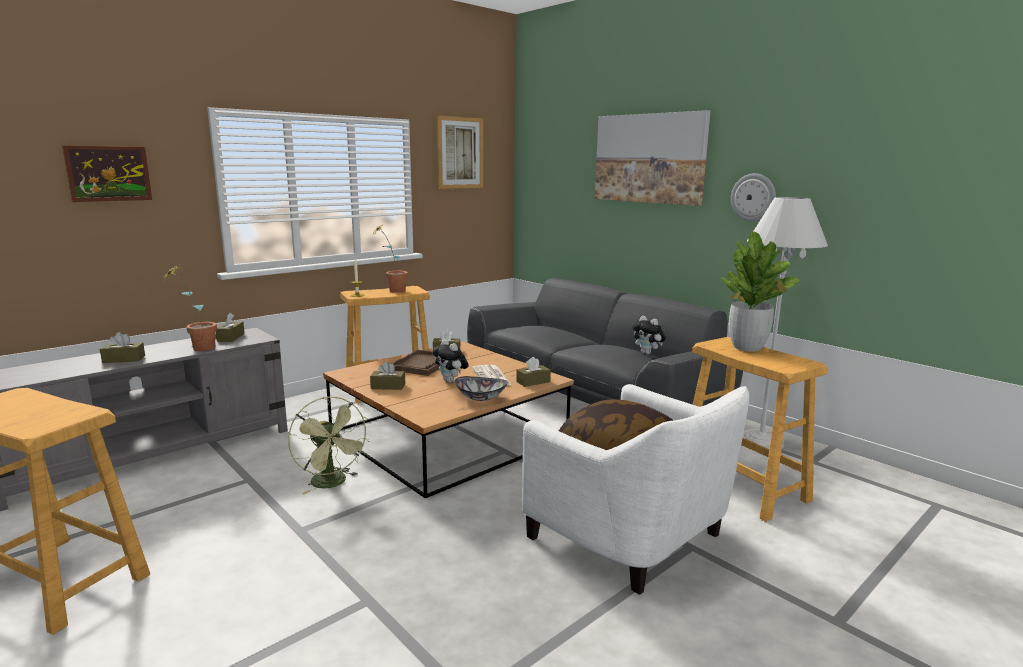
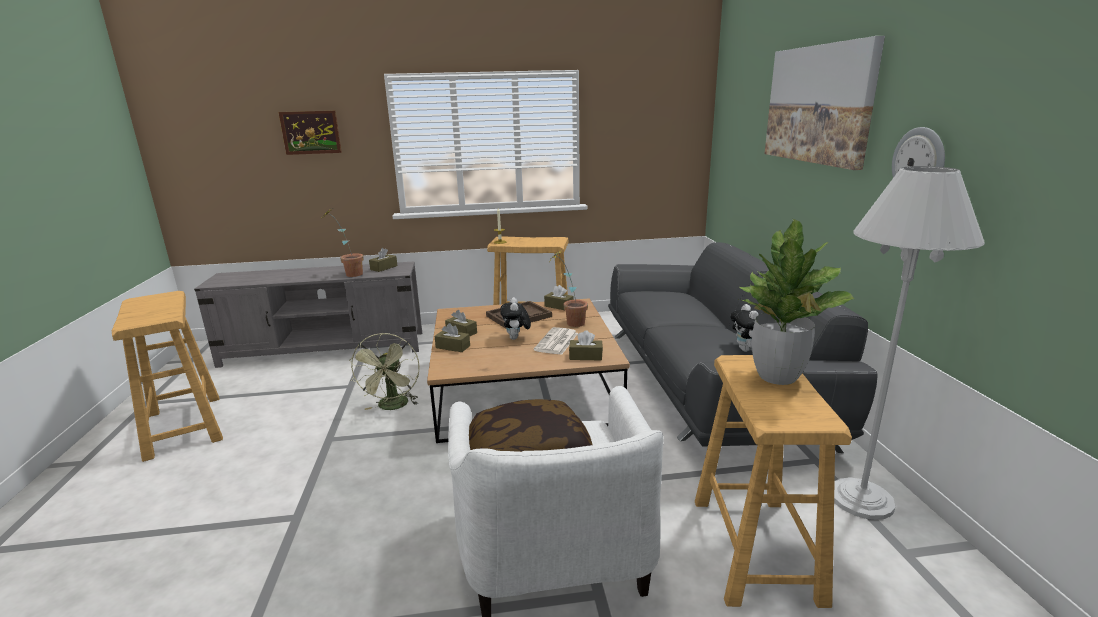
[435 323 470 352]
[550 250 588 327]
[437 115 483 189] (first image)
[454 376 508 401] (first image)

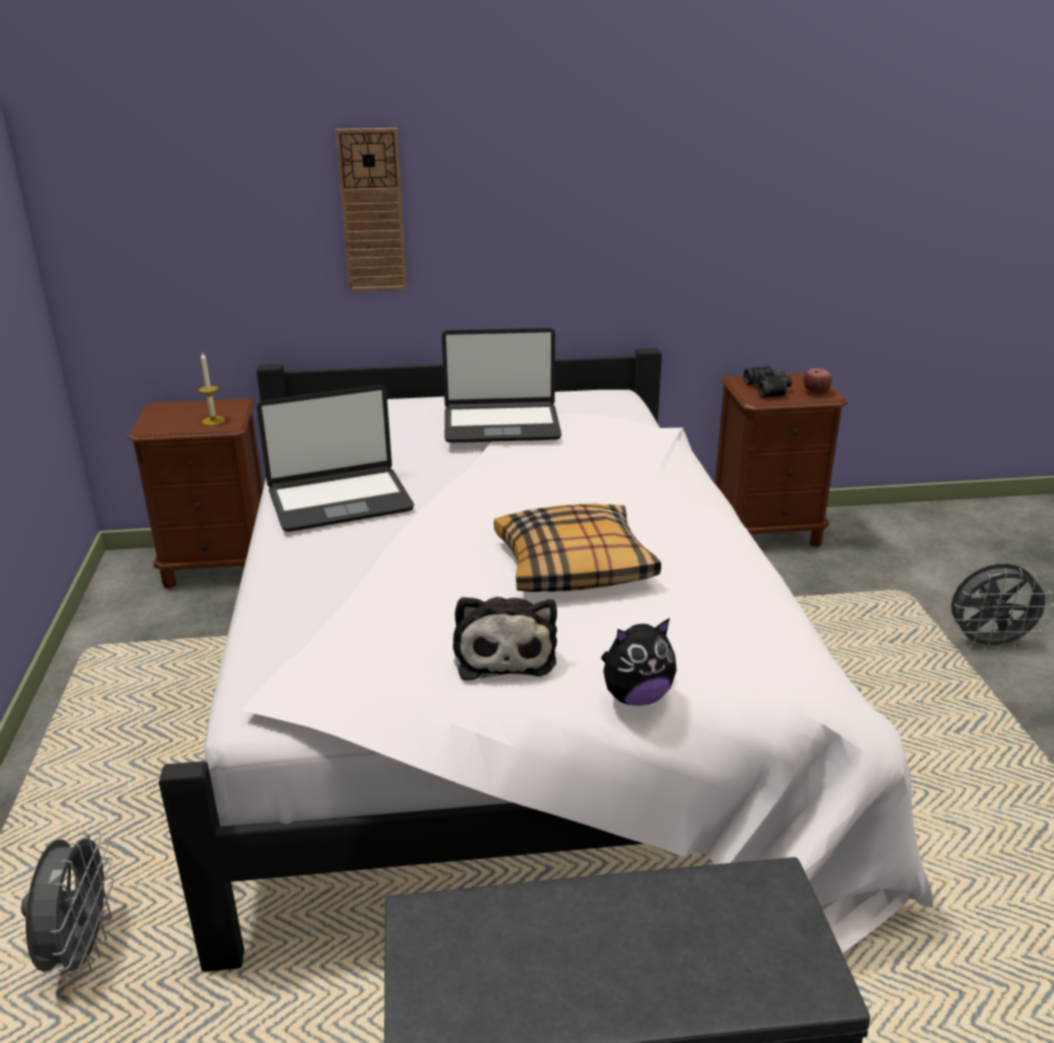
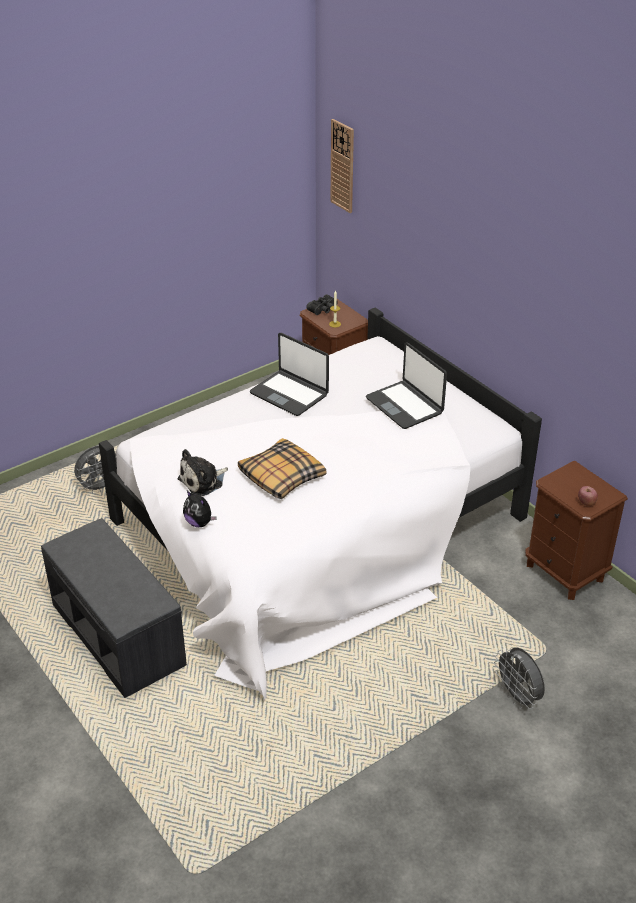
[331 119 354 213]
[306 294 338 315]

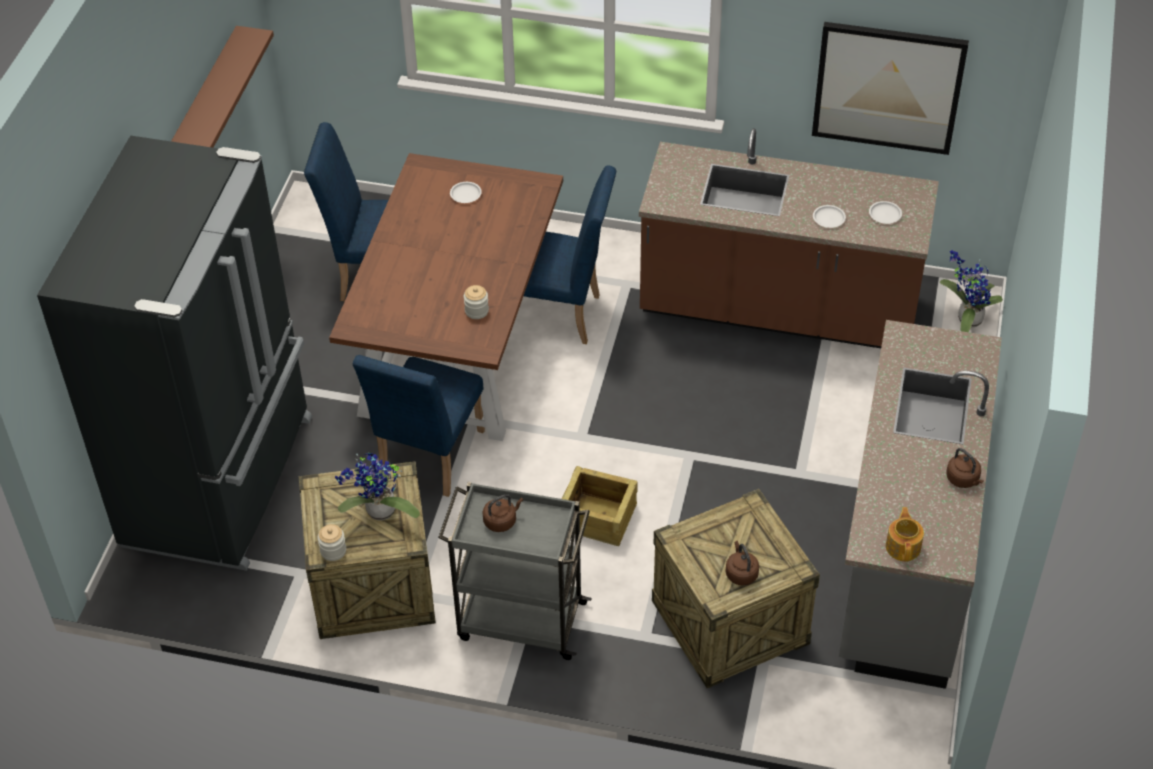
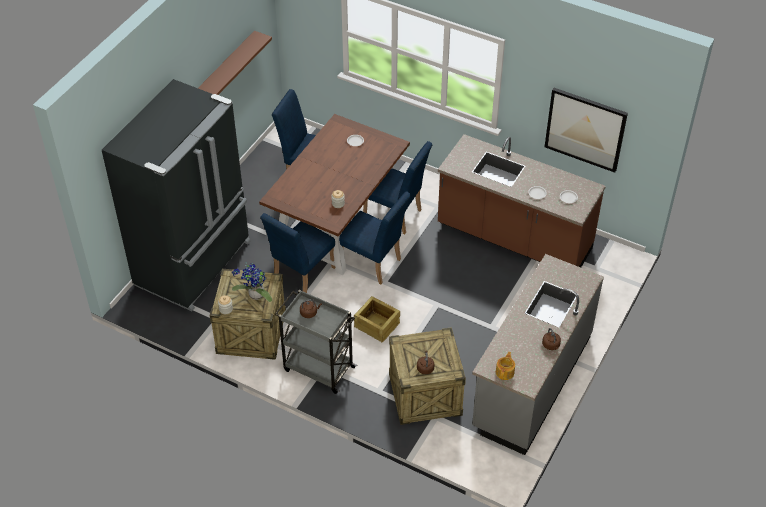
[940 250 1003 332] (first image)
[339 191 411 285]

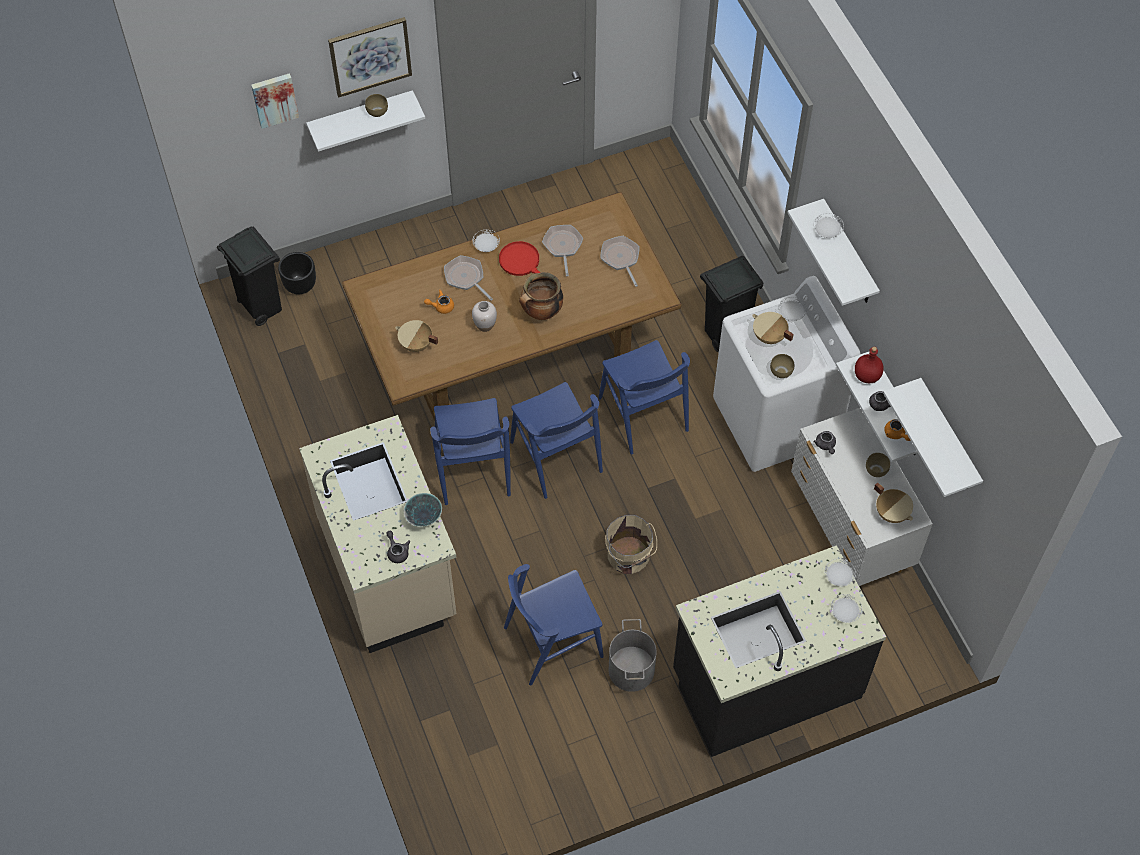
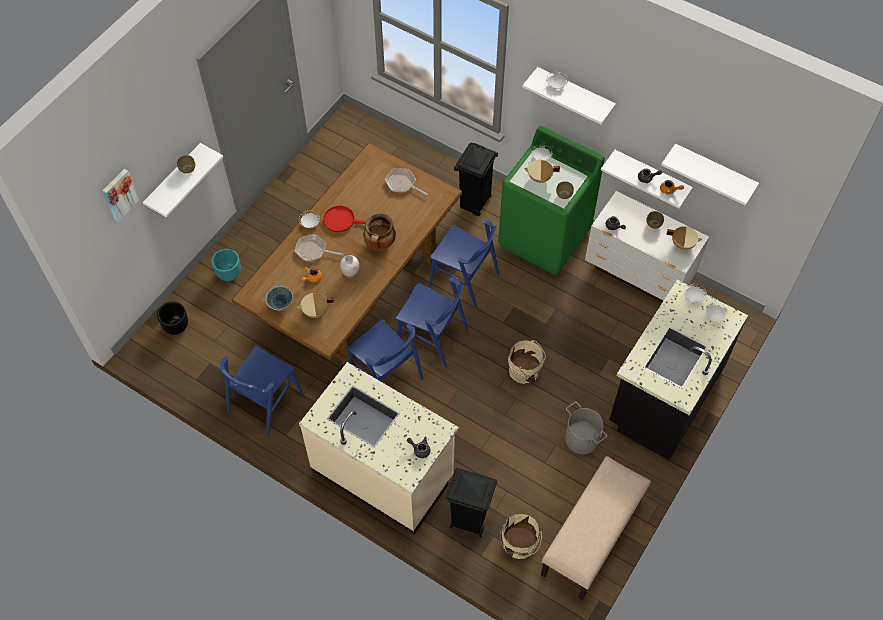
[446 468 497 537]
[328 17 412 98] (first image)
[266 286 293 310]
[219 346 302 437]
[542 225 583 276] (first image)
[498 126 605 275]
[855 347 884 383] (first image)
[211 249 241 281]
[500 513 542 559]
[541 456 651 600]

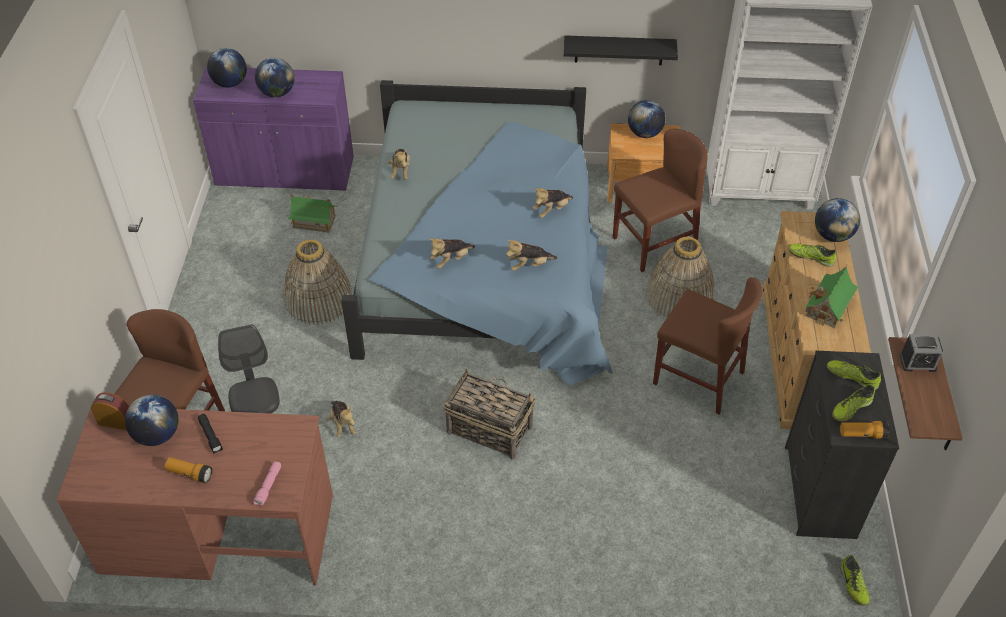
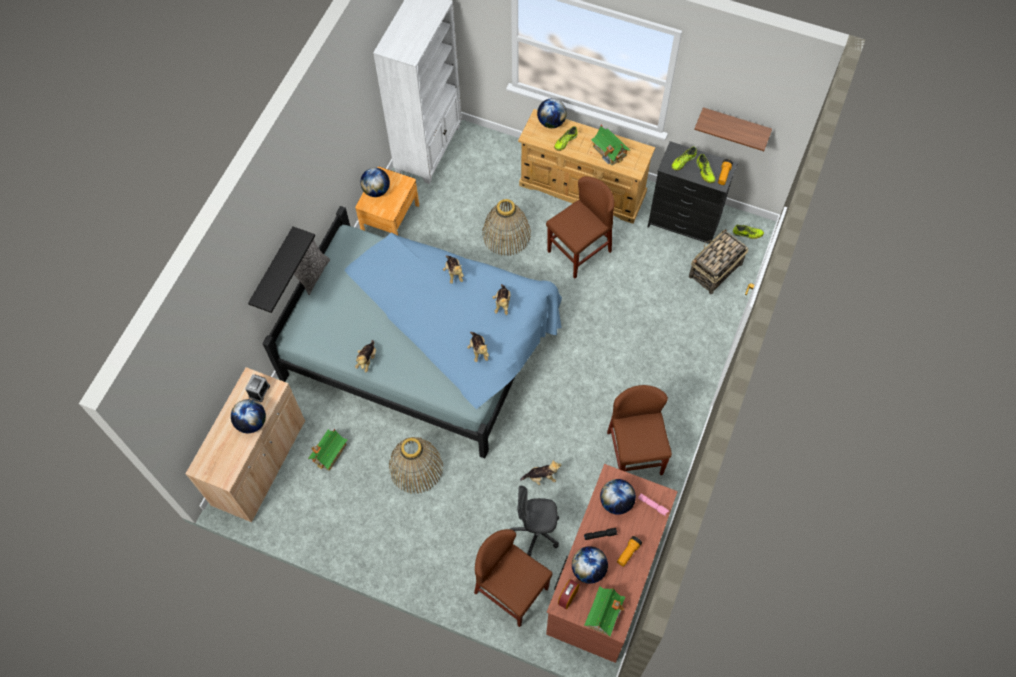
[186 367 305 522]
[600 479 636 515]
[355 340 376 373]
[689 229 748 294]
[248 227 315 313]
[607 385 672 475]
[245 374 270 402]
[294 239 330 295]
[584 586 625 636]

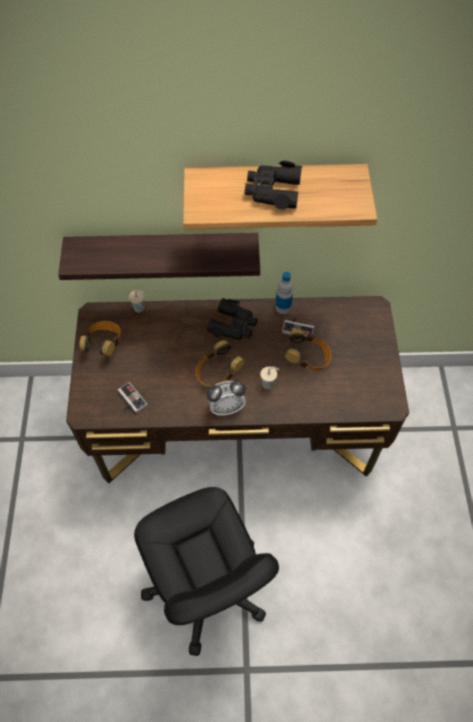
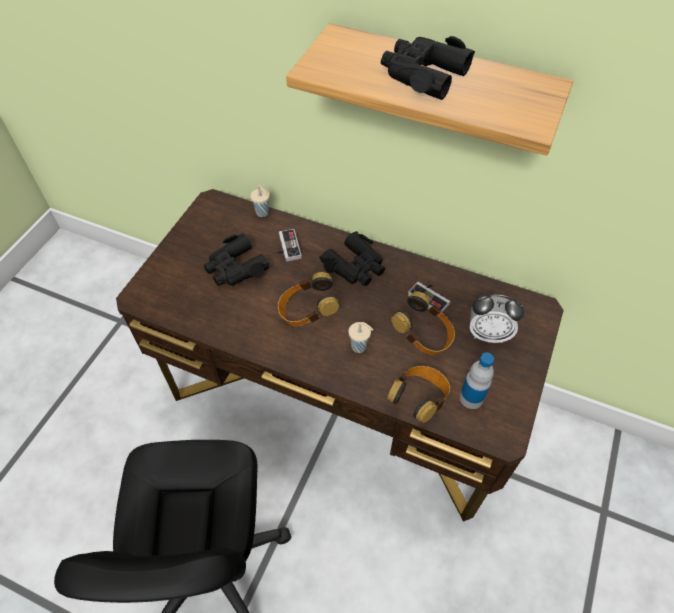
[58 233 260 280] (first image)
[387 366 450 423]
[276 229 302 262]
[470 295 524 343]
[460 353 494 409]
[204 233 270 285]

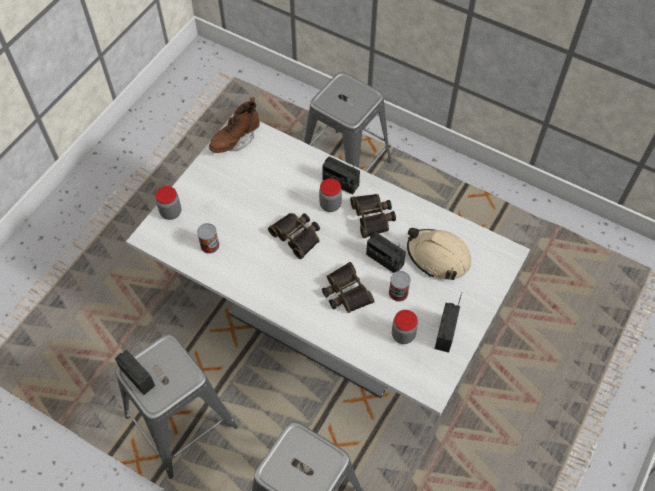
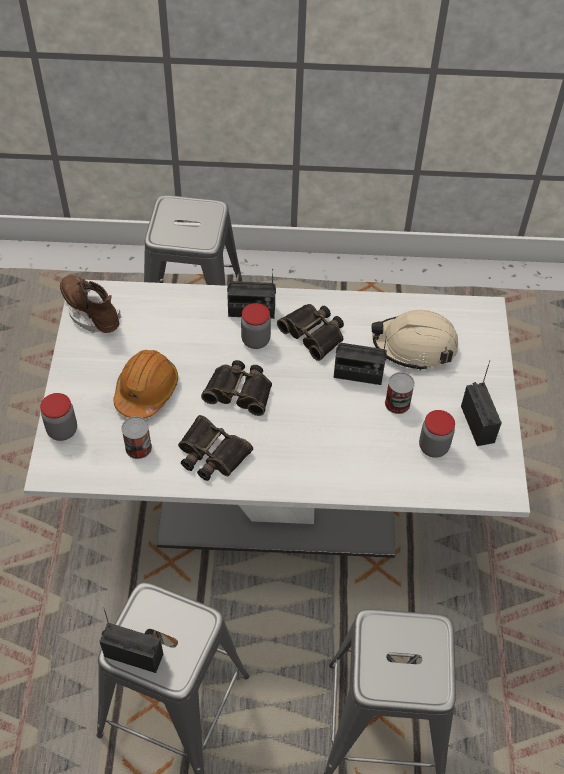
[60 276 121 333]
[178 415 253 481]
[113 350 178 419]

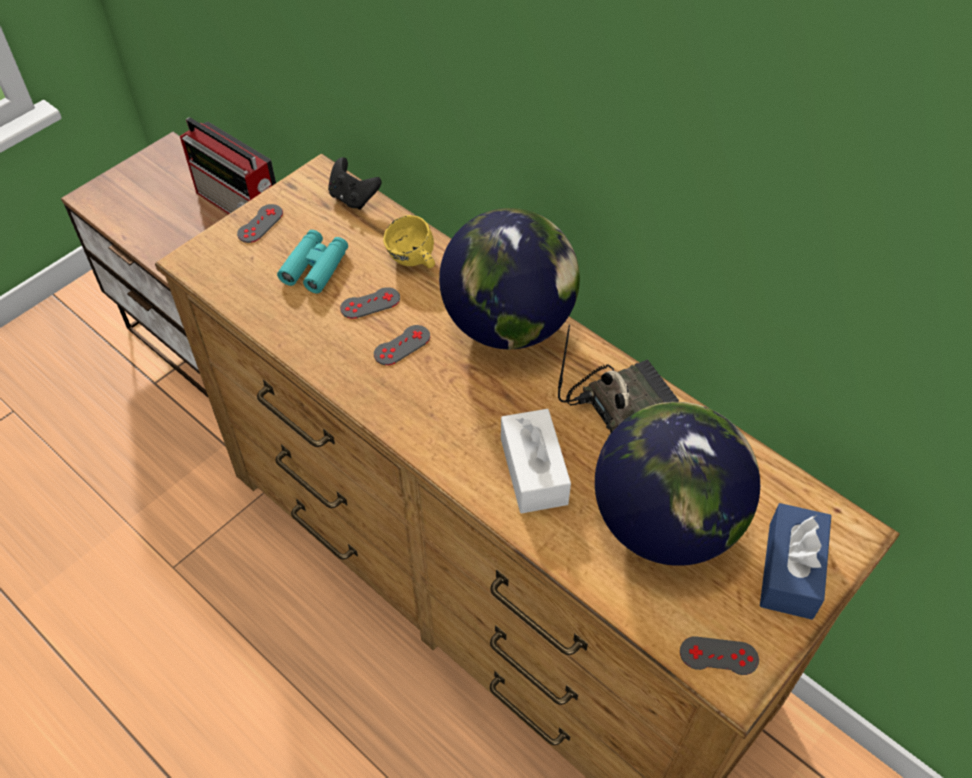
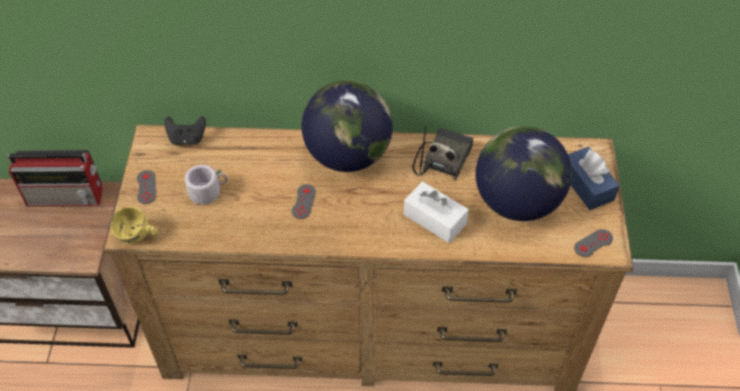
[185 165 228 205]
[340 287 400 319] (first image)
[110 206 158 244]

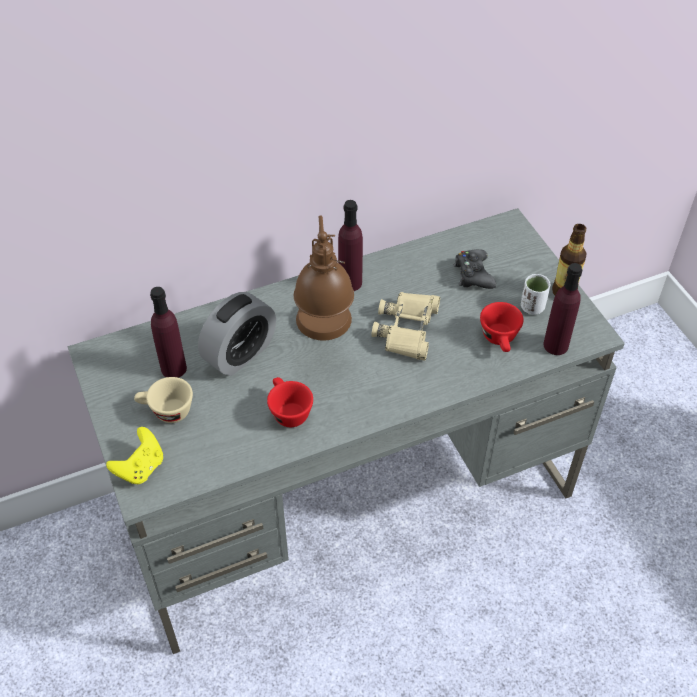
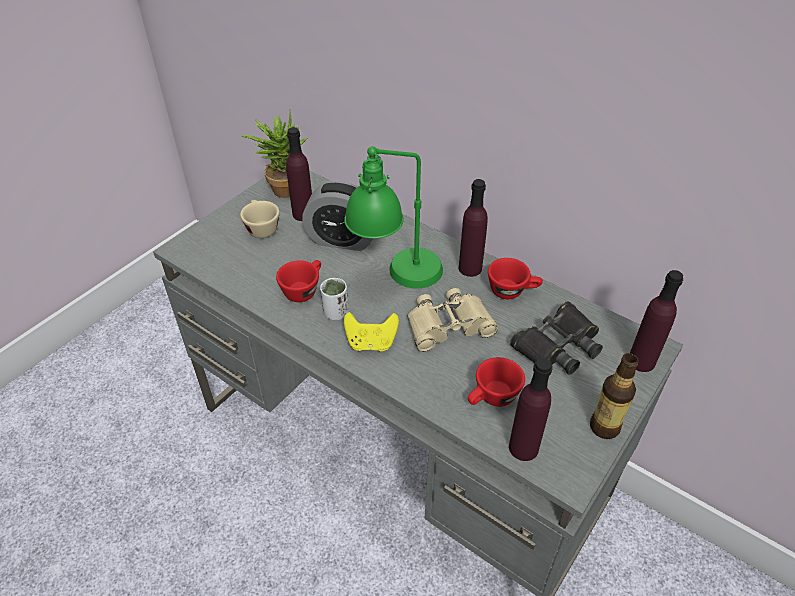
[344 312 399 351]
[344 146 443 289]
[510 301 603 375]
[320 278 349 320]
[241 110 307 198]
[488 258 543 299]
[630 270 683 372]

